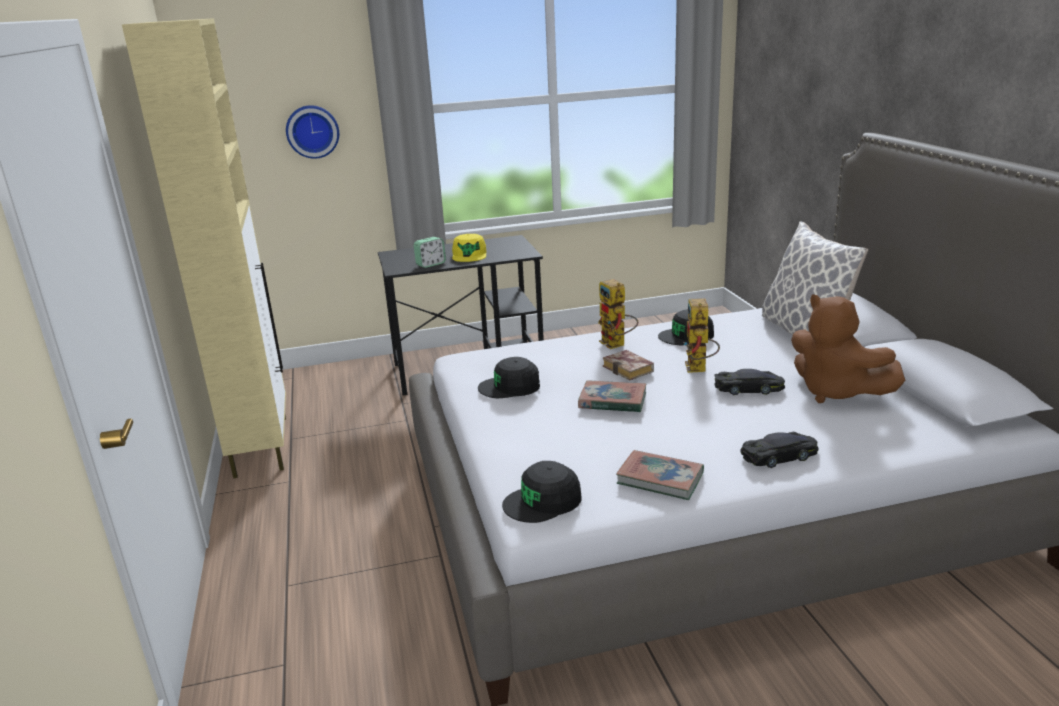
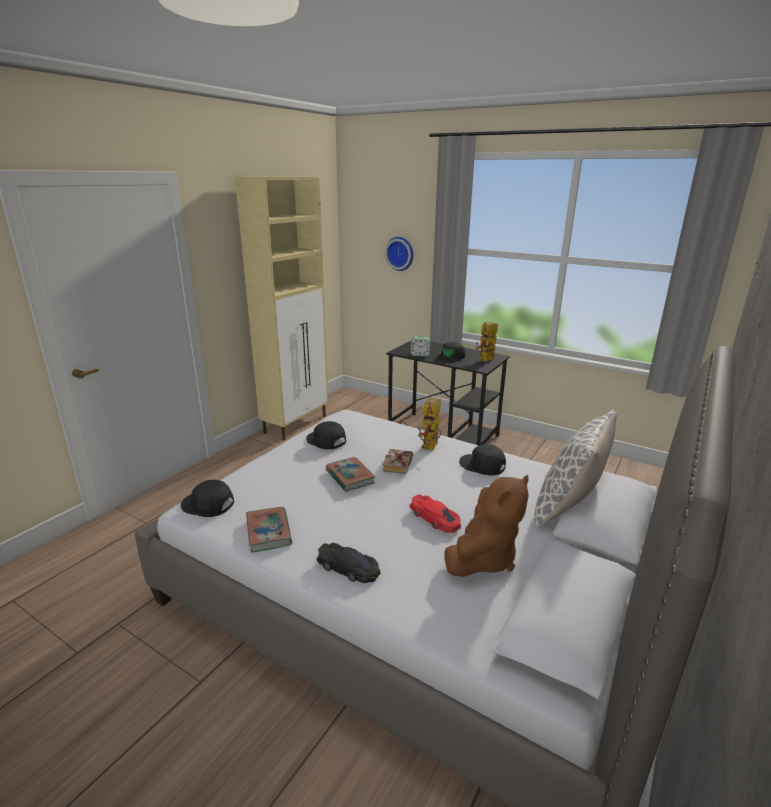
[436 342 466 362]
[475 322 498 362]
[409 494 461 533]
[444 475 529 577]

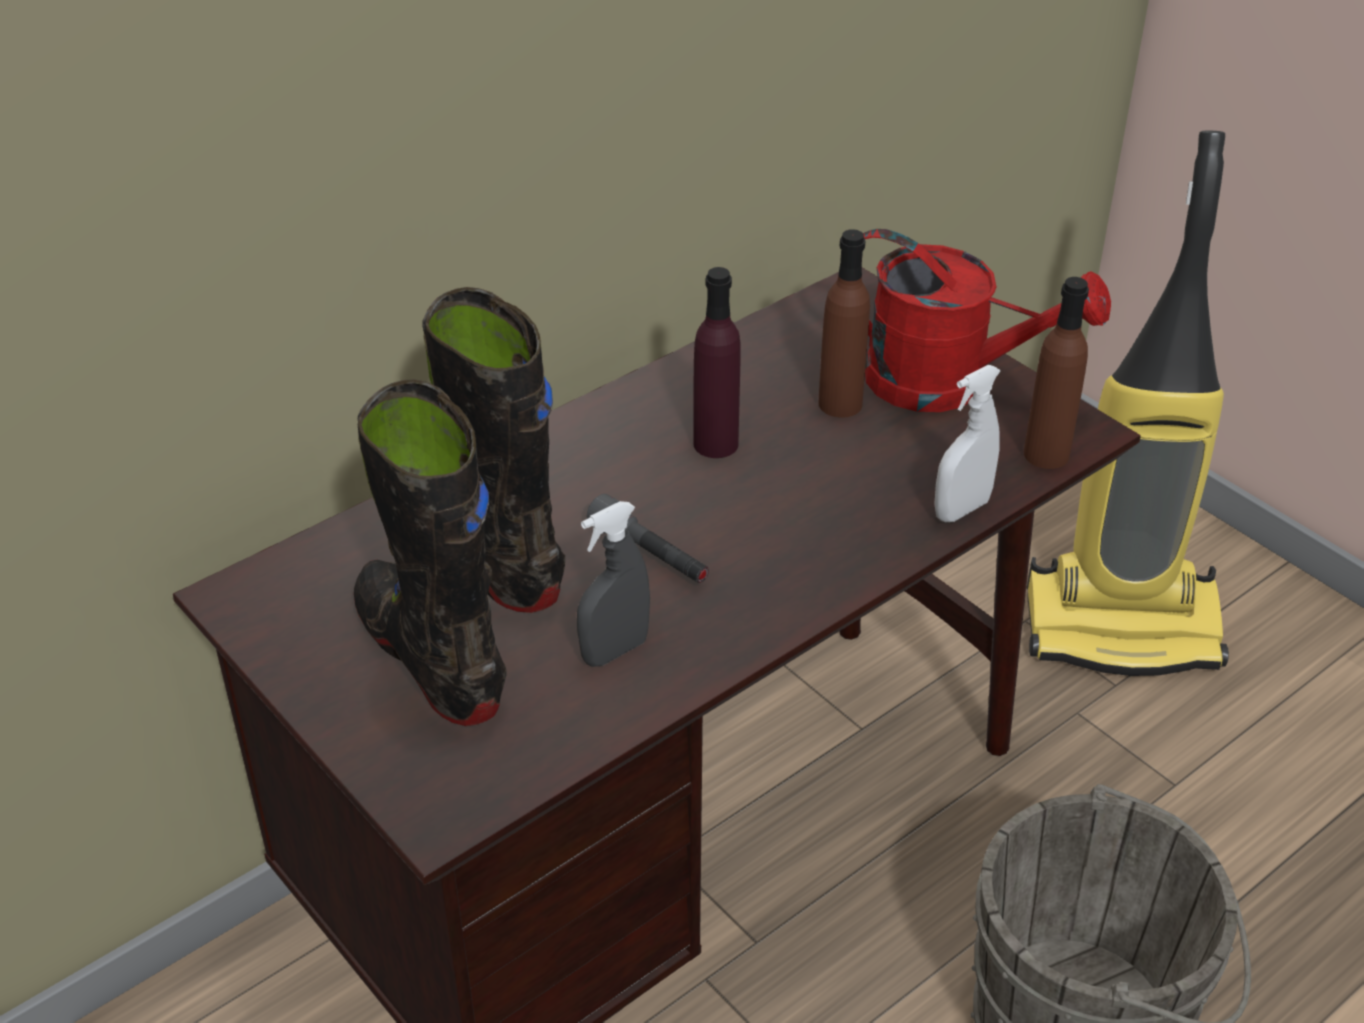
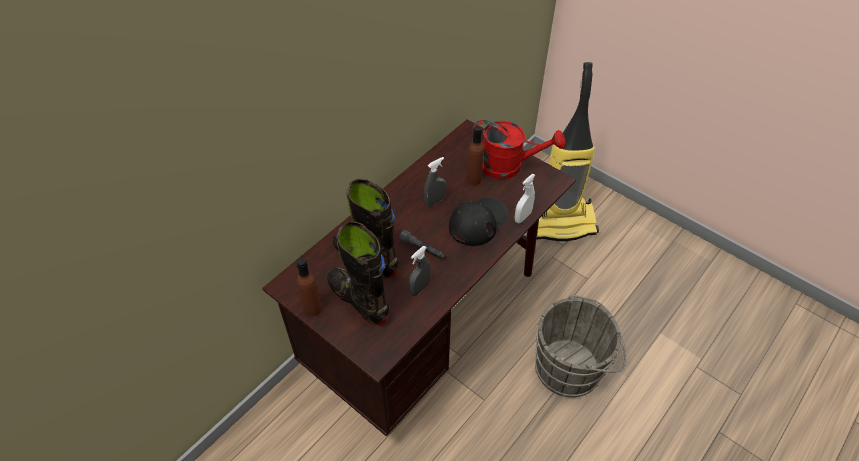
[424 157 446 207]
[296 258 322 317]
[449 197 509 246]

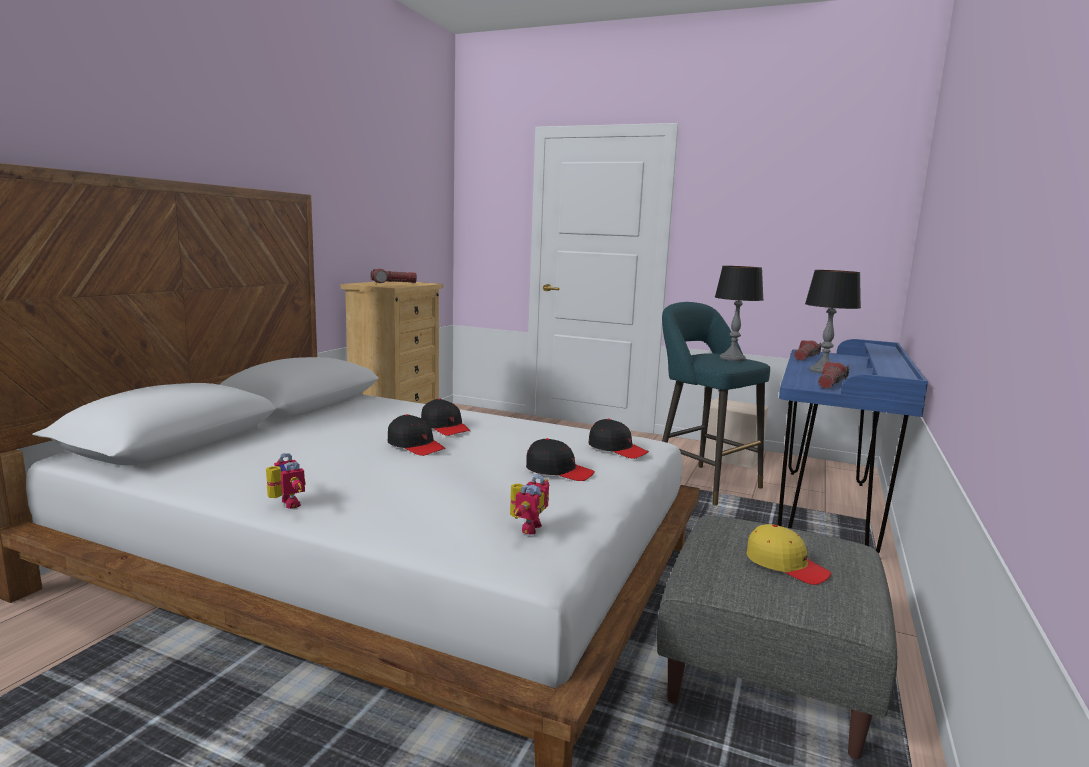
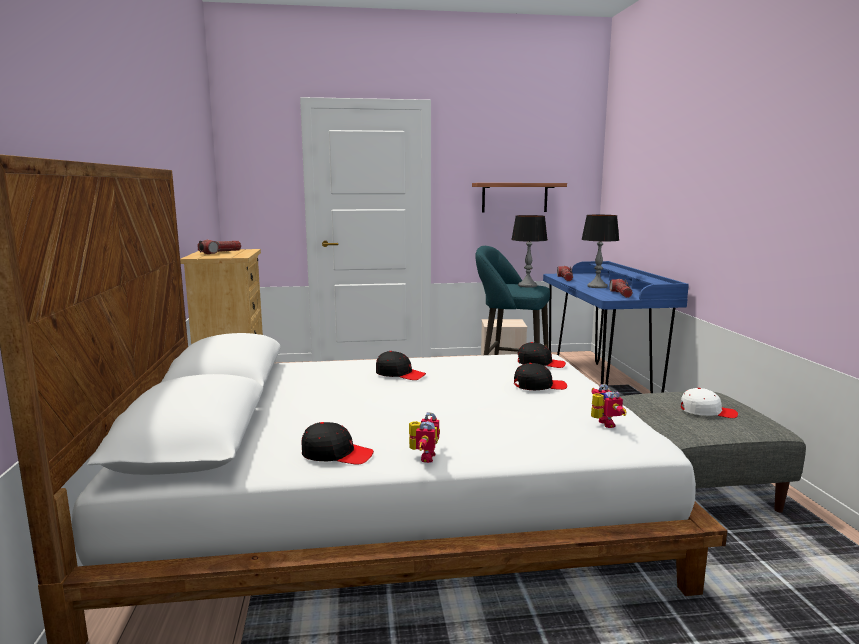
[409 412 440 463]
[301 422 374 464]
[681 388 738 418]
[472 183 567 212]

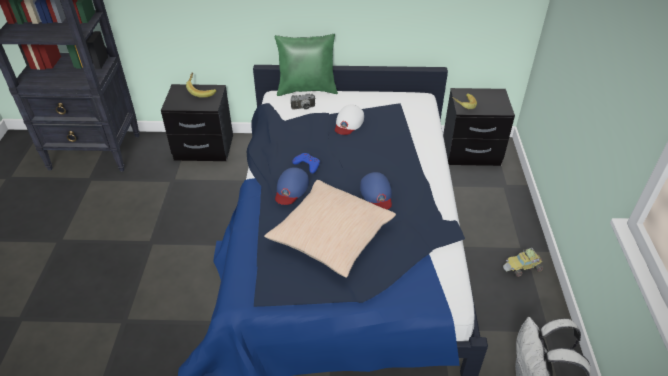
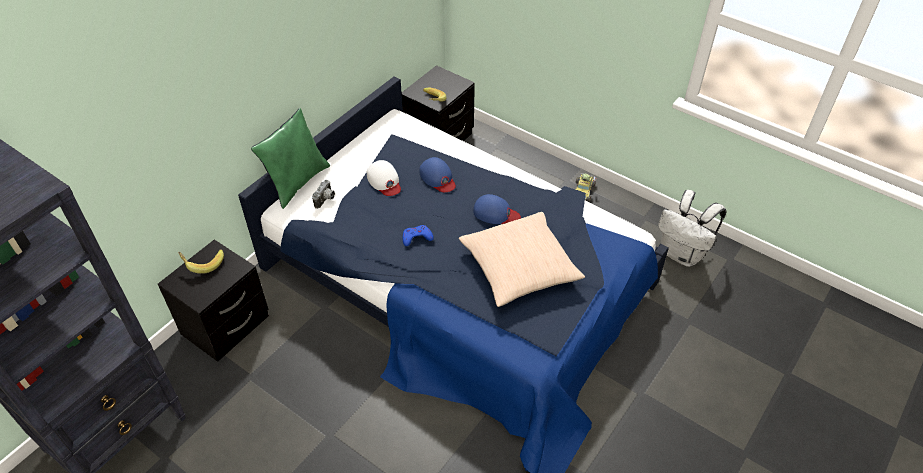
[419 157 456 192]

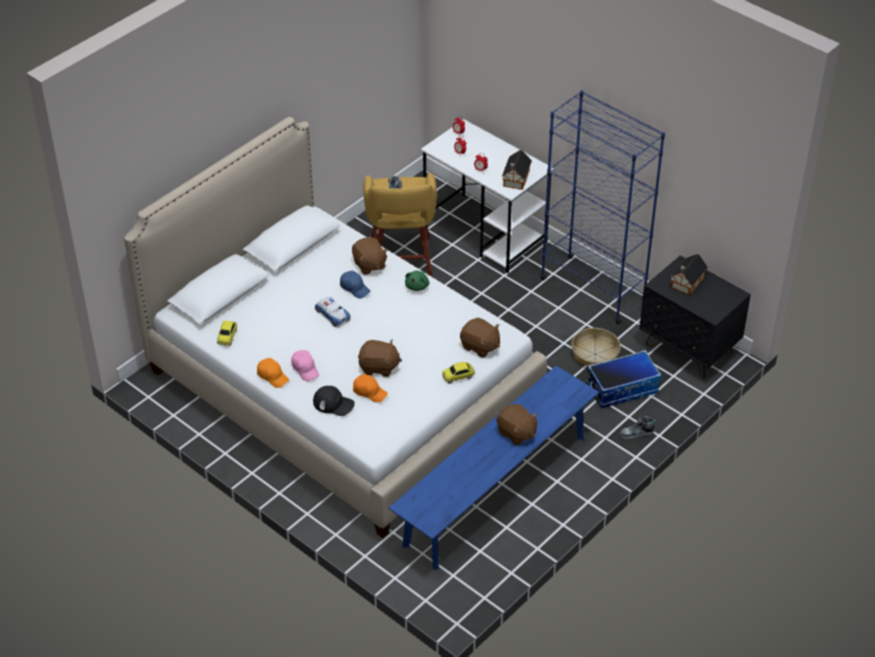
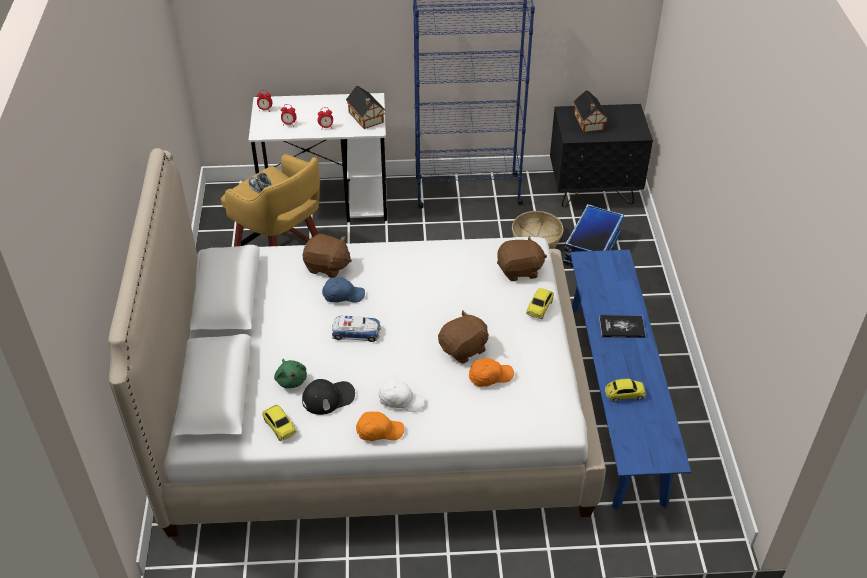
[378 379 425 412]
[302 379 355 415]
[274 359 307 388]
[599 315 646 338]
[620 416 656 439] (first image)
[605 379 646 402]

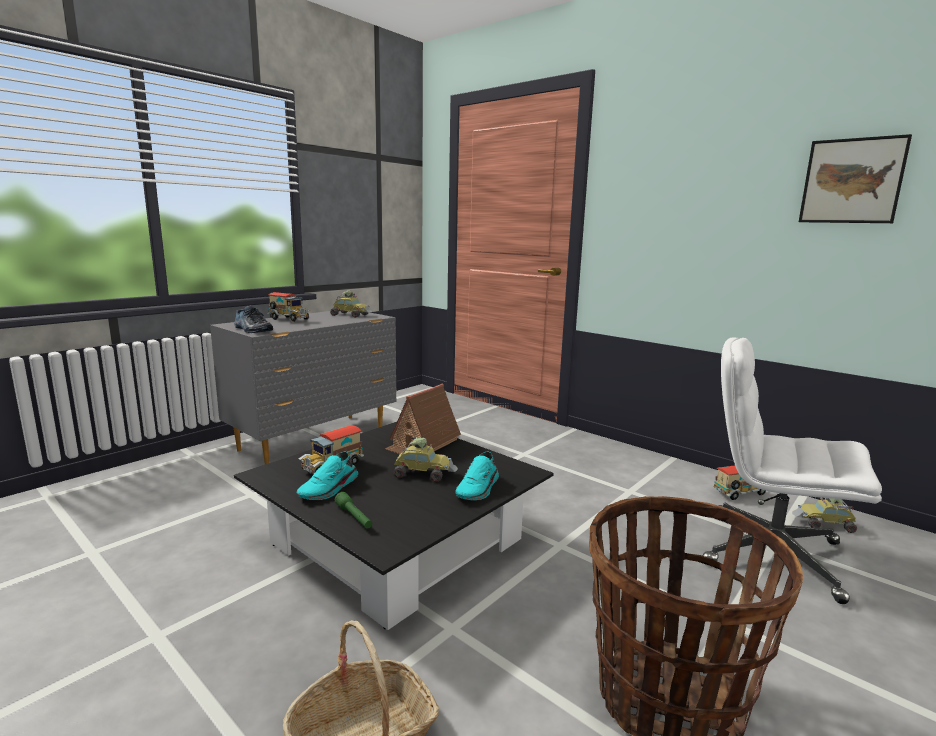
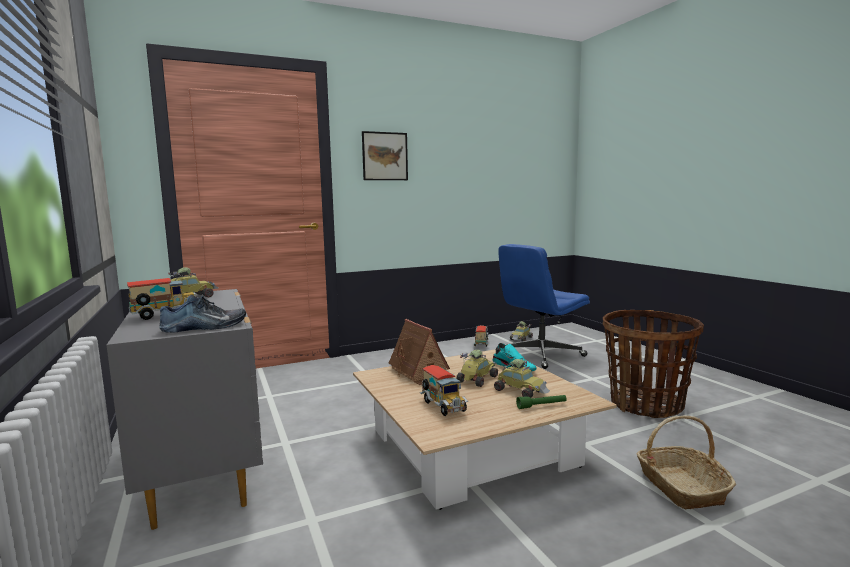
[353 349 617 510]
[297 452 358 500] (first image)
[498 244 590 369]
[362 131 408 180]
[494 359 550 398]

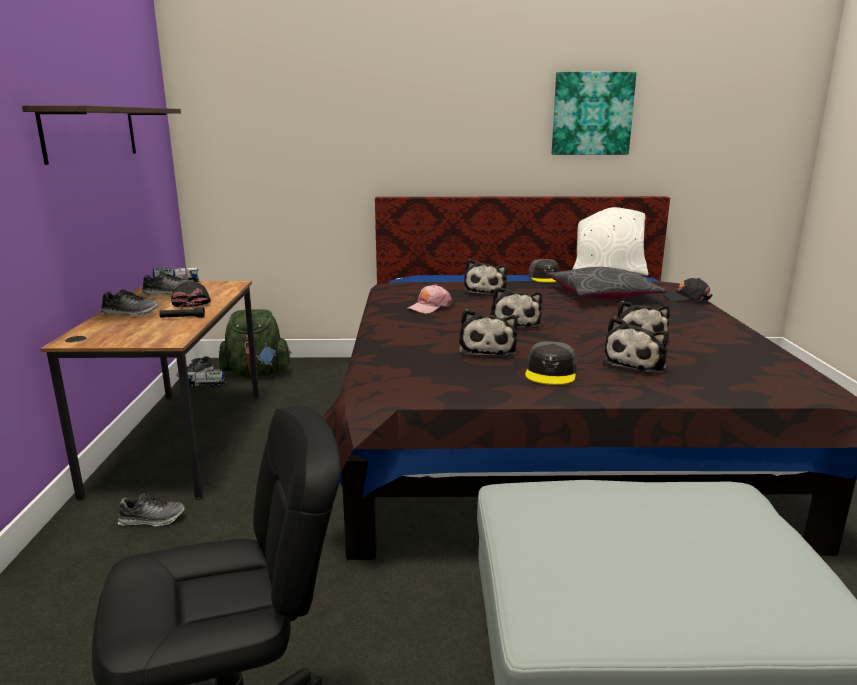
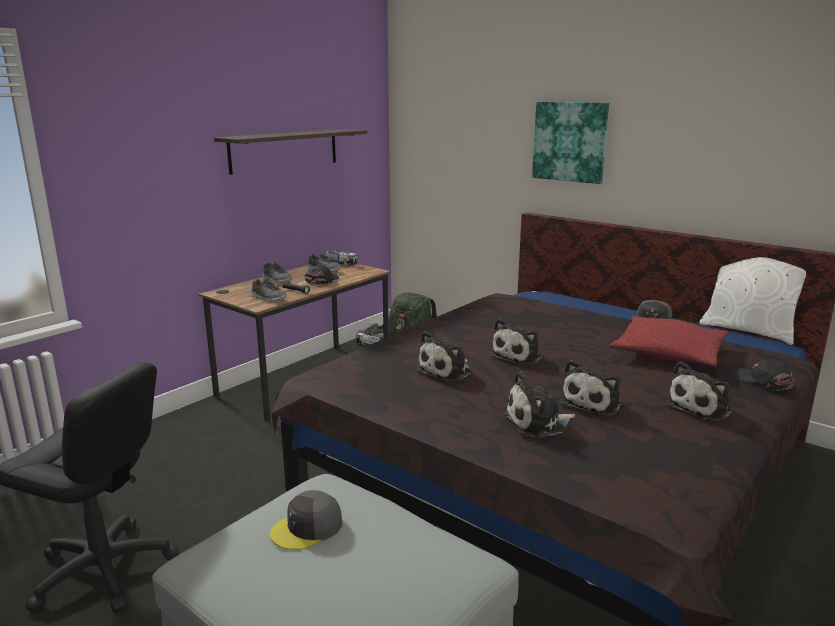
[250 279 287 302]
[407 284 452 314] (first image)
[665 362 732 421]
[270 490 342 550]
[609 316 729 367]
[532 102 609 184]

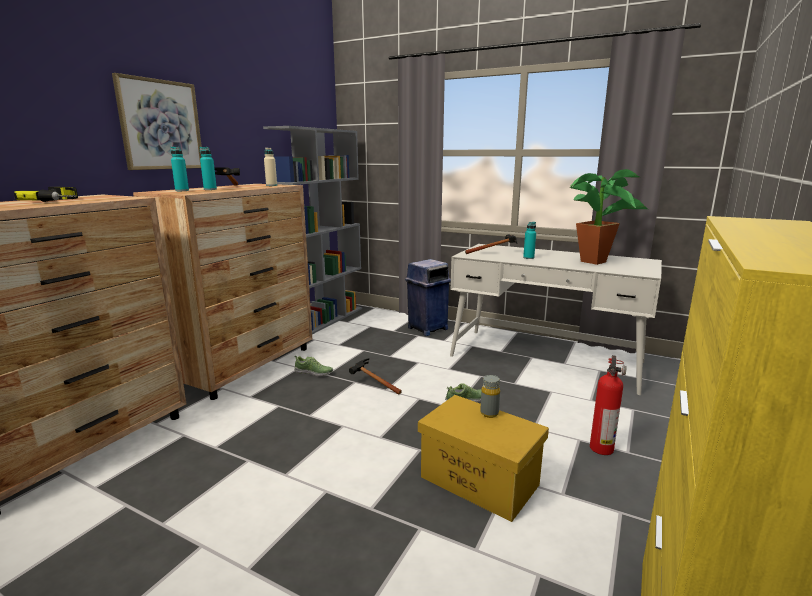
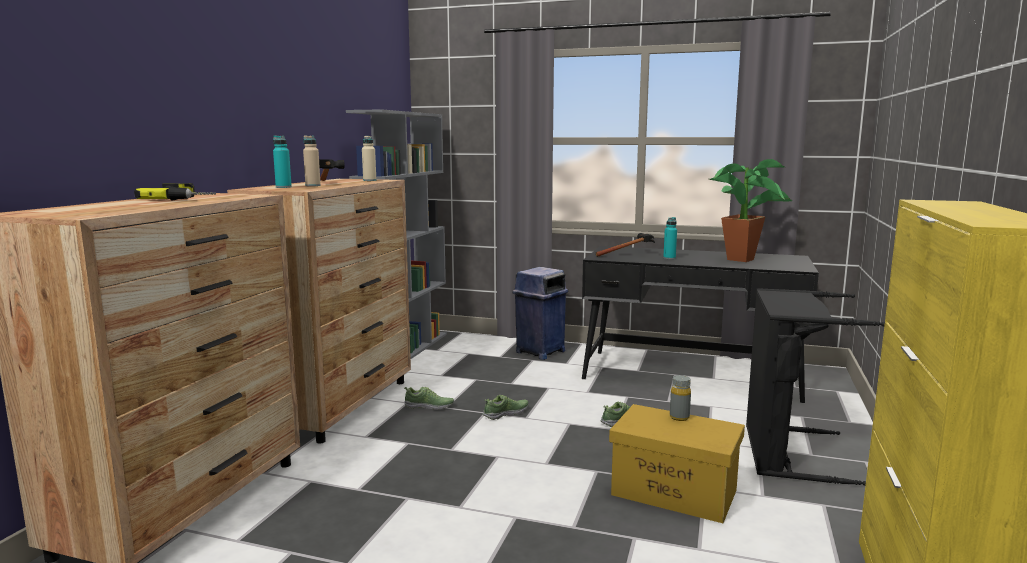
[112 73 202 170] (first image)
[303 135 321 186]
[483 395 528 420]
[582 246 819 403]
[746 288 885 486]

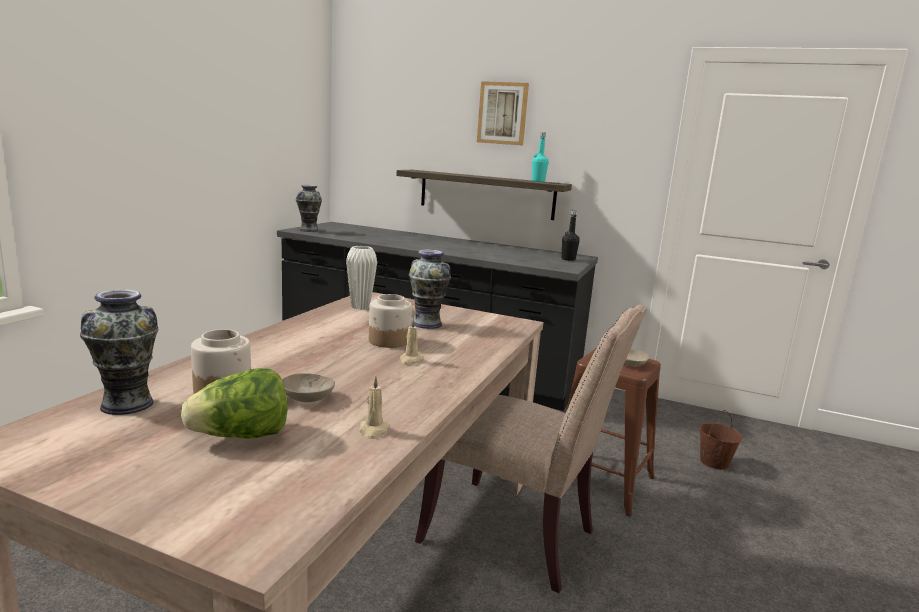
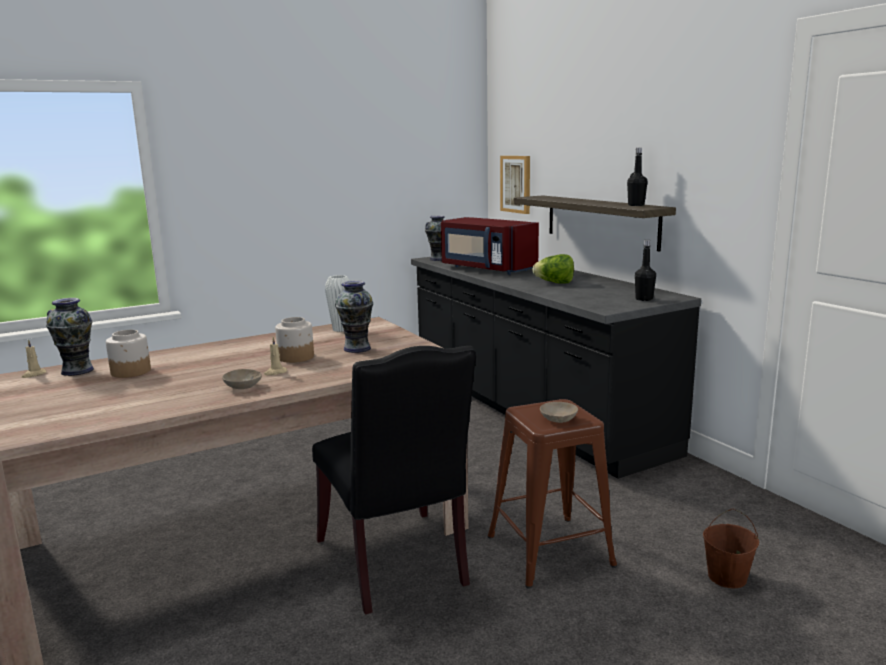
[532 254 574 284]
[222 369 262 389]
[22 339 47 378]
[312 346 476 615]
[500 156 530 214]
[627 148 648 206]
[441 217 539 275]

